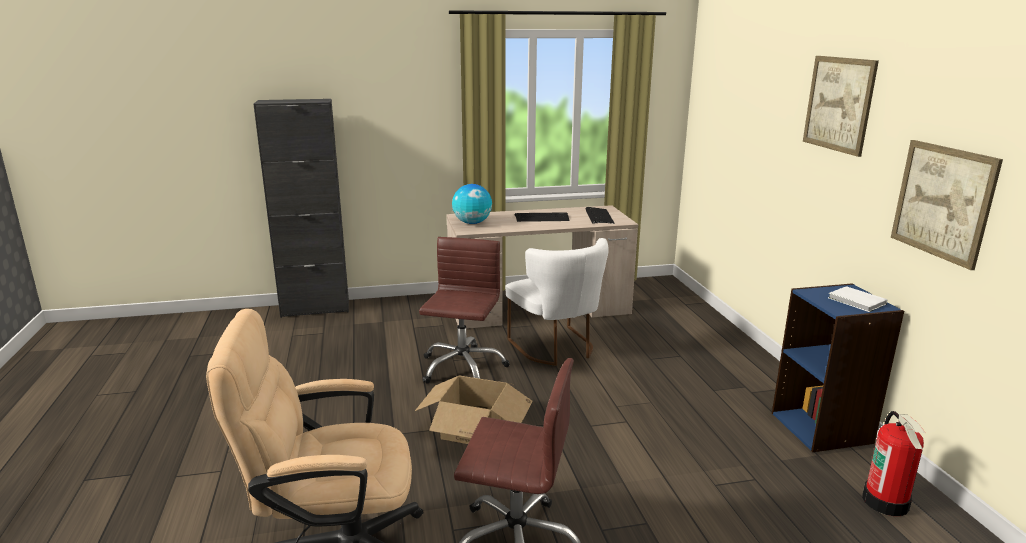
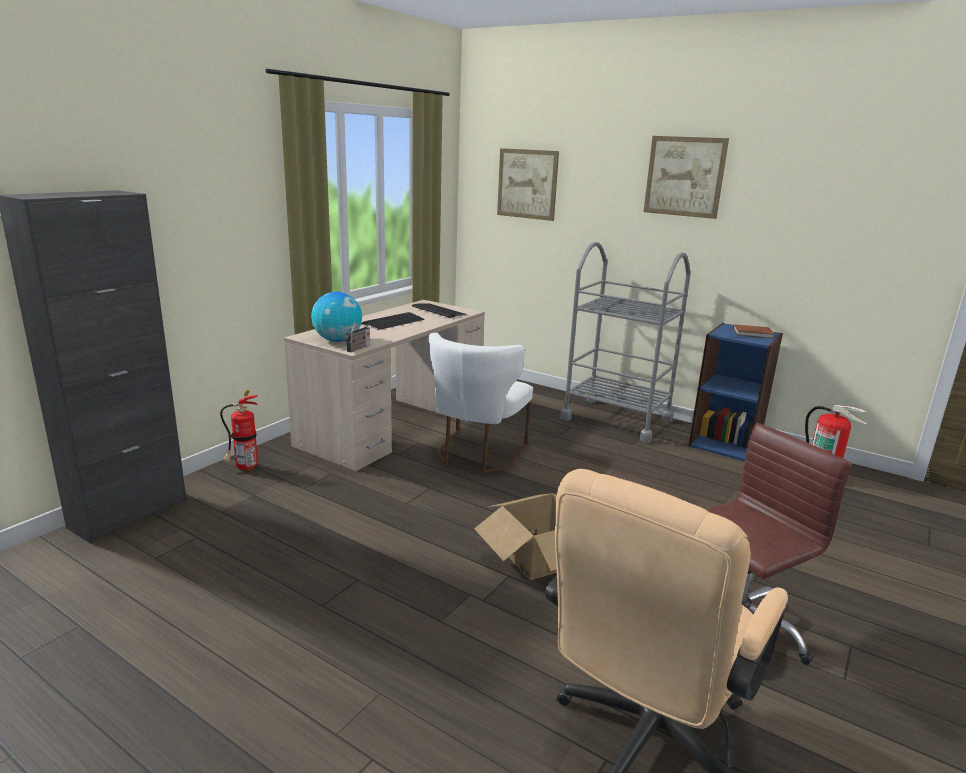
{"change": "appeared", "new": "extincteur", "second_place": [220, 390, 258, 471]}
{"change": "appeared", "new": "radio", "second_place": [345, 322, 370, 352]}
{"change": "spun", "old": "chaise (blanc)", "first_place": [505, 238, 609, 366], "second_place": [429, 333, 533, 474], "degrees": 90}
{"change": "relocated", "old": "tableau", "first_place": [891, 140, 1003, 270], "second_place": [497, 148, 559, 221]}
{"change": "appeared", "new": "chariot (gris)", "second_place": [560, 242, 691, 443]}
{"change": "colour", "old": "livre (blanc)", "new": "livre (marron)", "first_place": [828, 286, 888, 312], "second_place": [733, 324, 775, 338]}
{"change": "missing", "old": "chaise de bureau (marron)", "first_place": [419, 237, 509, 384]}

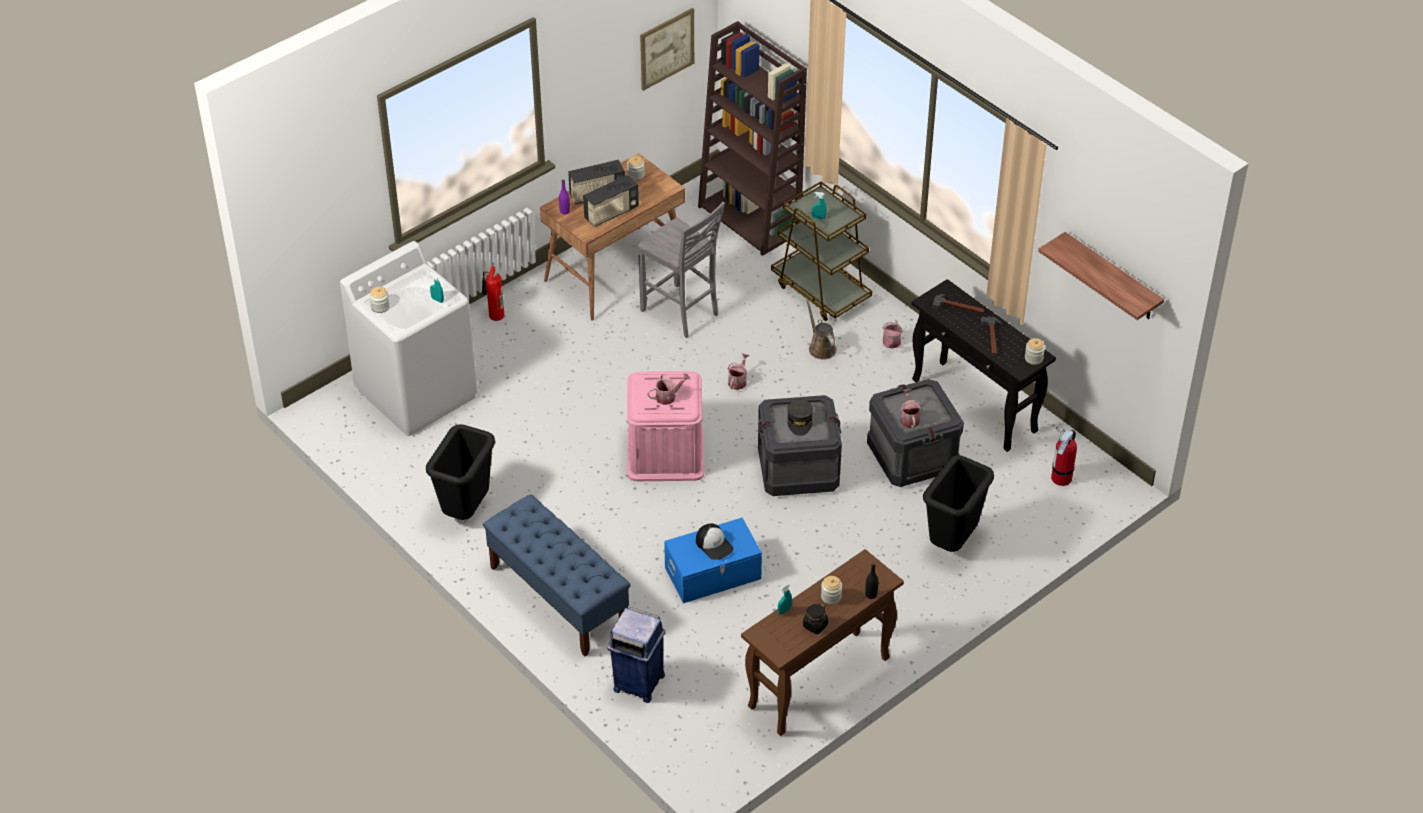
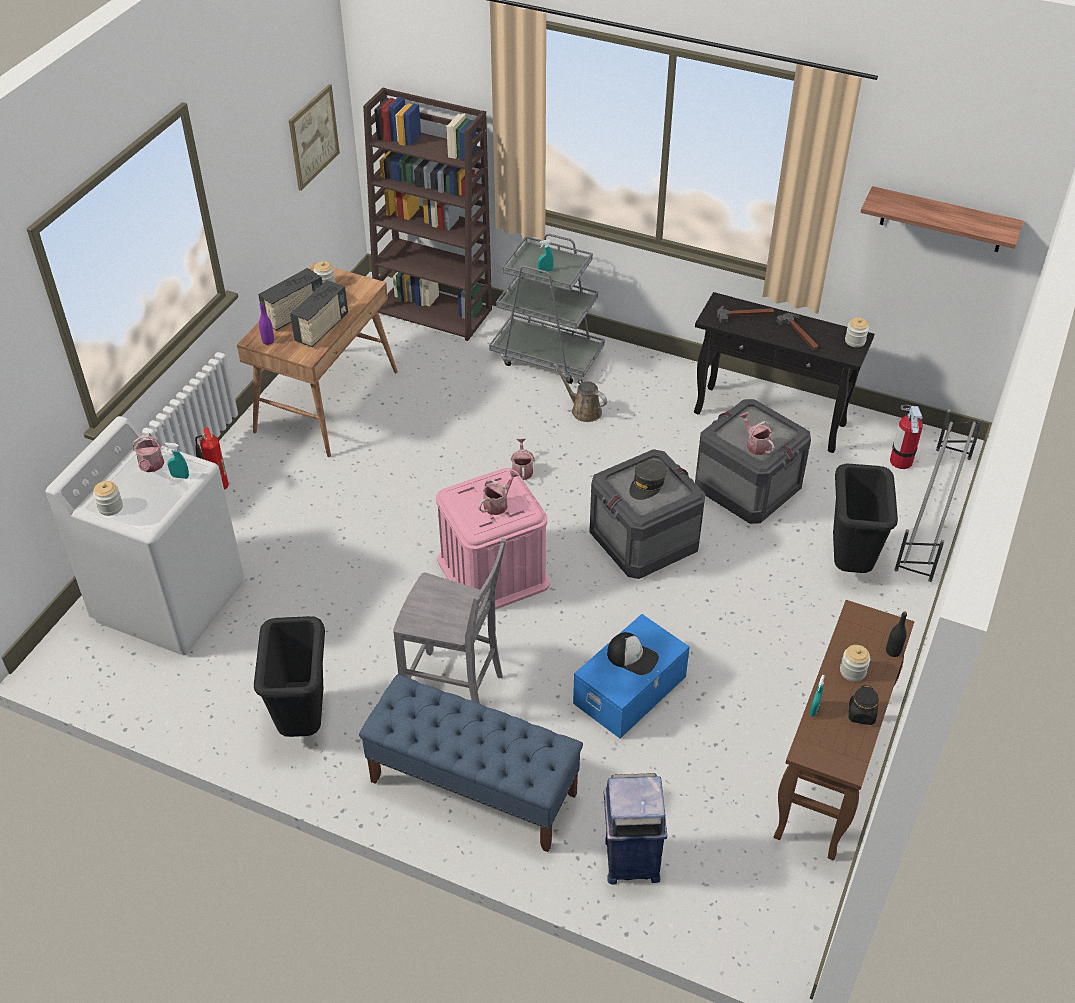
{"change": "relocated", "old": "arrosoir", "first_place": [882, 320, 903, 349], "second_place": [133, 433, 165, 472]}
{"change": "relocated", "old": "chaise (gris)", "first_place": [638, 202, 725, 338], "second_place": [393, 538, 506, 704]}
{"change": "colour", "old": "chariot (marron)", "new": "chariot (gris)", "first_place": [771, 181, 872, 321], "second_place": [489, 234, 605, 384]}
{"change": "spun", "old": "casquette (gris)", "first_place": [787, 399, 813, 436], "second_place": [629, 460, 667, 500], "degrees": 60}
{"change": "appeared", "new": "étagère à chaussures (gris)", "second_place": [894, 409, 983, 582]}

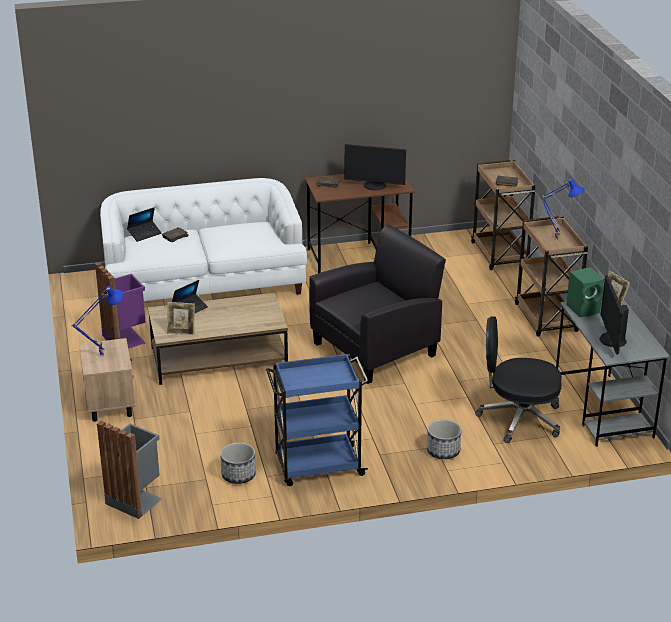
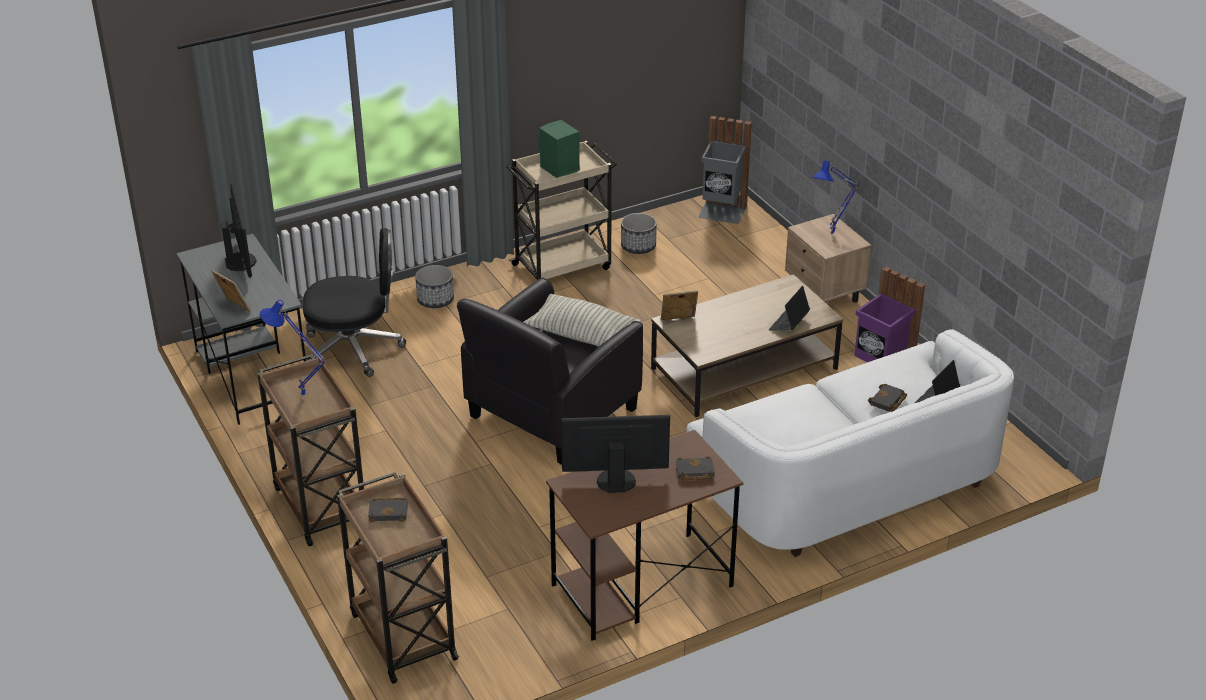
{"change": "colour", "old": "chariot (bleu)", "new": "chariot (beige)", "first_place": [266, 353, 369, 486], "second_place": [506, 141, 617, 285]}
{"change": "appeared", "new": "coussin", "second_place": [524, 294, 641, 347]}
{"change": "relocated", "old": "enceinte (vert)", "first_place": [566, 267, 604, 317], "second_place": [538, 120, 580, 178]}
{"change": "relocated", "old": "cadre photo", "first_place": [167, 302, 195, 335], "second_place": [661, 290, 698, 320]}

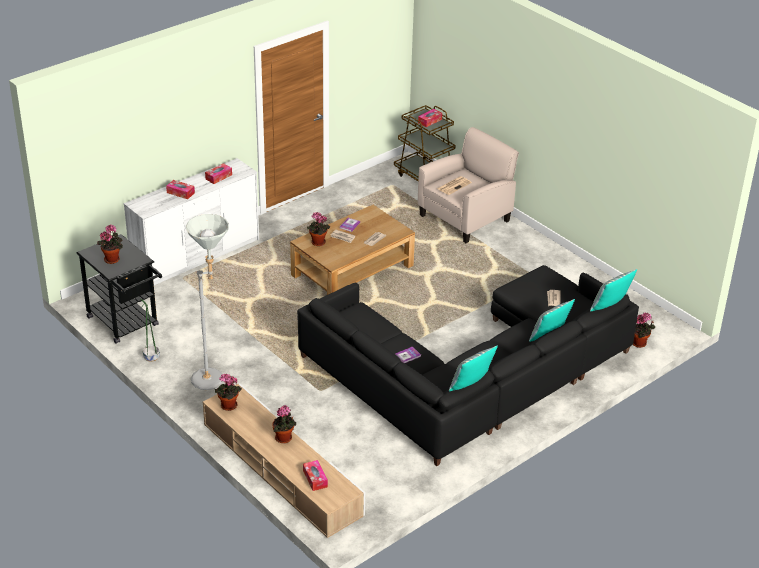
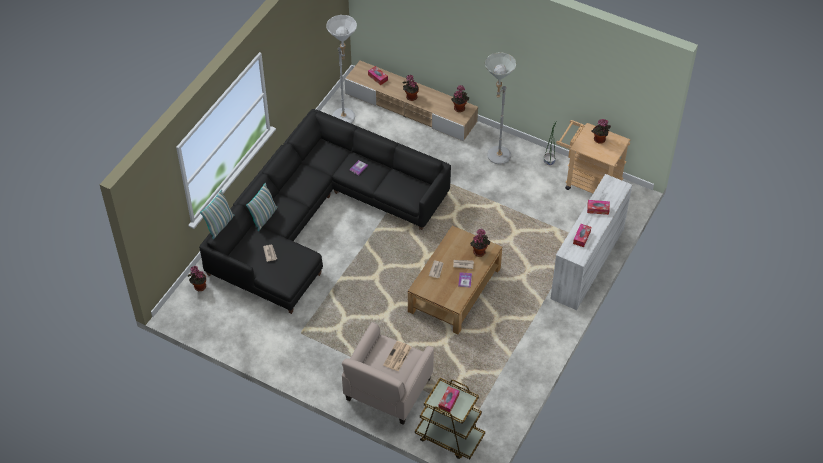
{"change": "appeared", "new": "lampadaire (blanc)", "second_place": [326, 15, 357, 123]}
{"change": "colour", "old": "chariot (noir)", "new": "chariot (beige)", "first_place": [76, 234, 162, 344], "second_place": [556, 120, 631, 193]}
{"change": "missing", "old": "coussin", "first_place": [449, 346, 498, 391]}

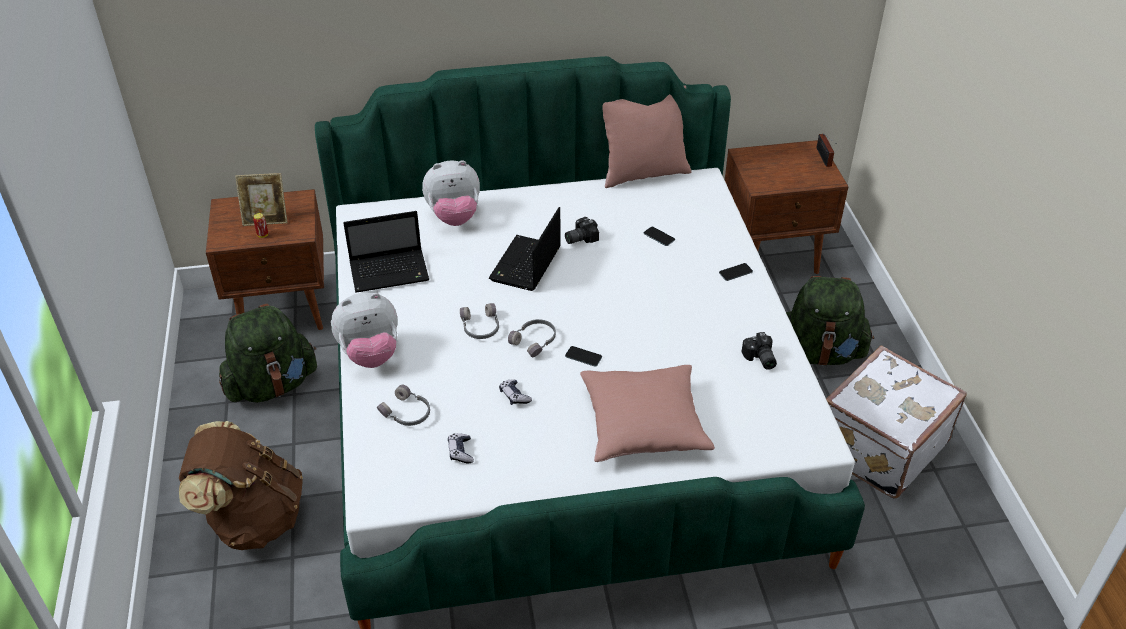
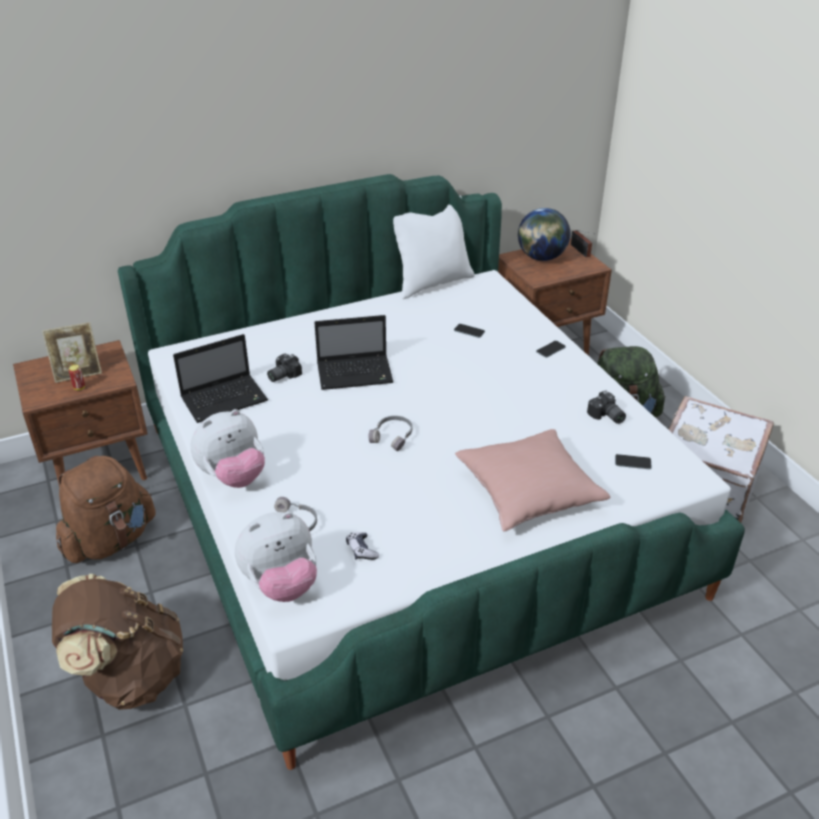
{"change": "colour", "old": "sac à dos (vert)", "new": "sac à dos (marron)", "first_place": [219, 304, 317, 403], "second_place": [56, 455, 156, 563]}
{"change": "relocated", "old": "peluche", "first_place": [422, 160, 480, 226], "second_place": [235, 512, 317, 602]}
{"change": "relocated", "old": "appareil photo", "first_place": [565, 217, 599, 244], "second_place": [267, 354, 302, 382]}
{"change": "spun", "old": "ordinateur portable", "first_place": [489, 207, 561, 291], "second_place": [314, 315, 393, 390], "degrees": -105}
{"change": "colour", "old": "coussin (rose)", "new": "coussin (blanc)", "first_place": [602, 86, 691, 188], "second_place": [393, 196, 475, 299]}
{"change": "appeared", "new": "globe", "second_place": [518, 208, 570, 261]}
{"change": "relocated", "old": "téléphone", "first_place": [565, 346, 602, 367], "second_place": [615, 454, 652, 469]}
{"change": "missing", "old": "casque audio (gris)", "first_place": [460, 303, 499, 339]}
{"change": "missing", "old": "manette", "first_place": [499, 379, 532, 405]}

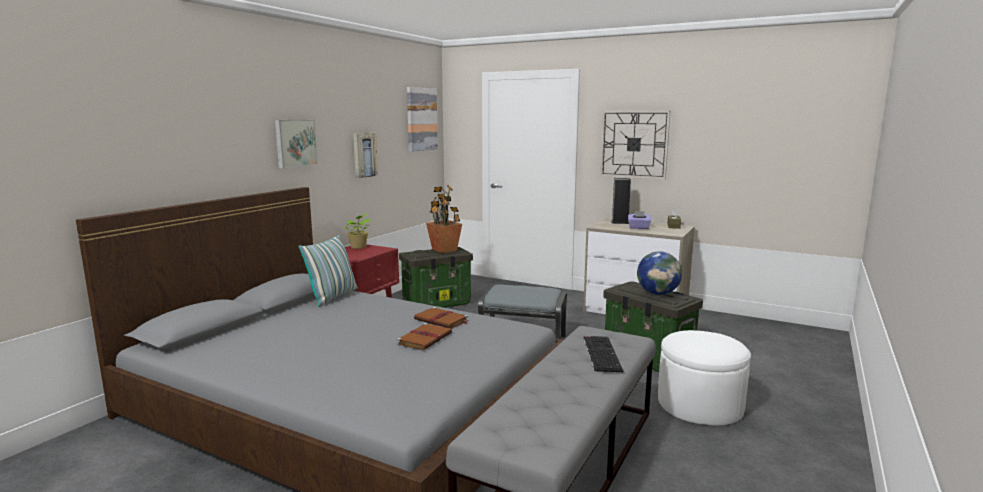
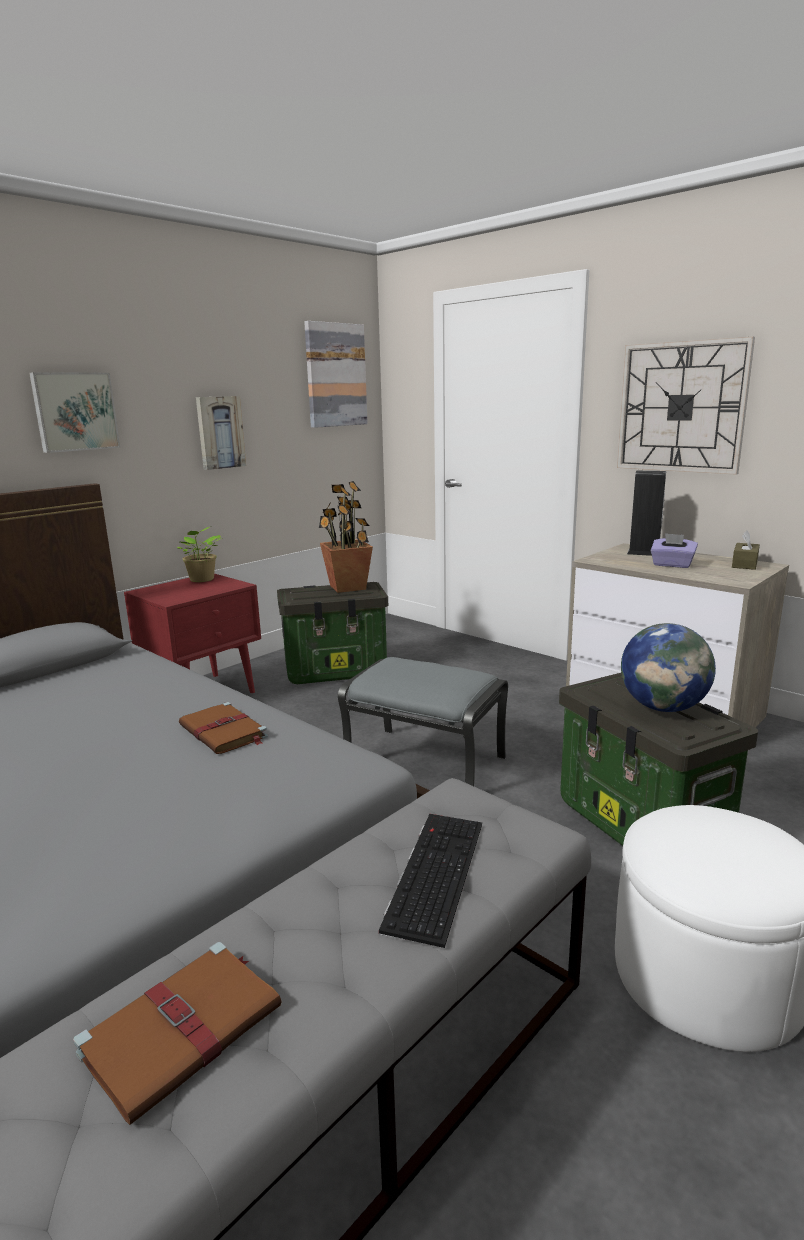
{"change": "relocated", "old": "livre (marron)", "first_place": [396, 323, 452, 350], "second_place": [73, 942, 282, 1125]}
{"change": "missing", "old": "coussin", "first_place": [299, 235, 358, 307]}

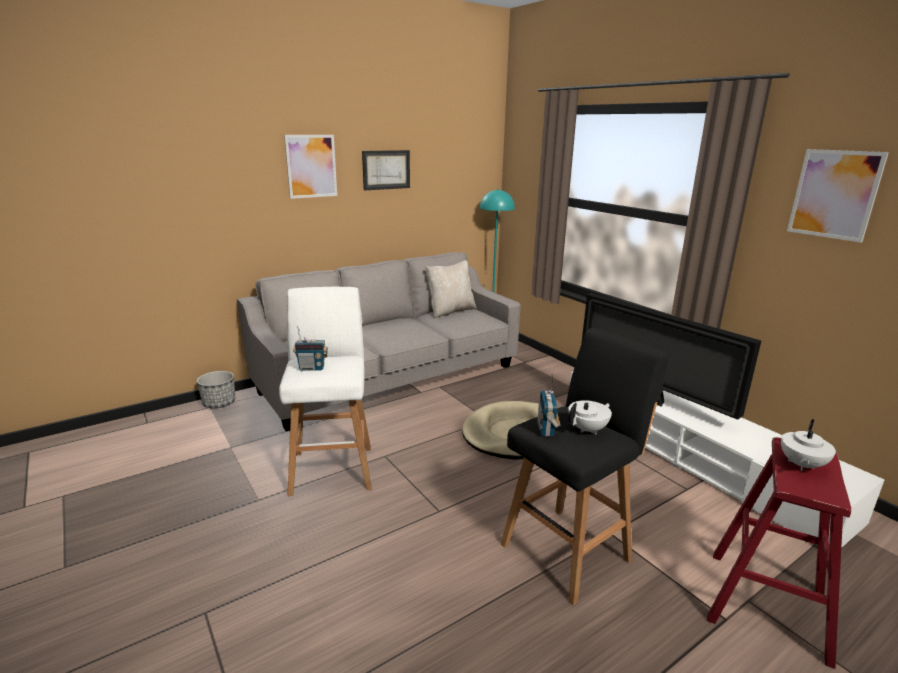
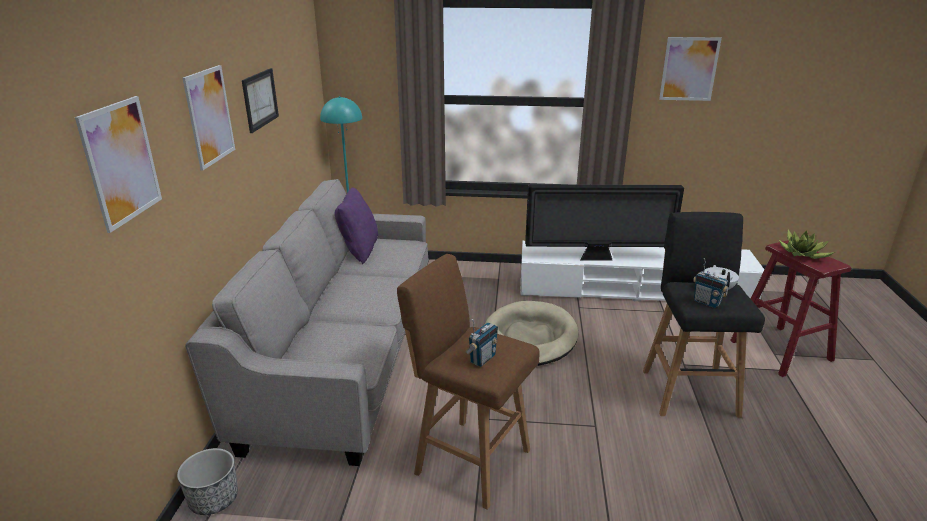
{"change": "appeared", "new": "tableau", "second_place": [75, 96, 162, 233]}
{"change": "colour", "old": "coussin (beige)", "new": "coussin (violet)", "first_place": [425, 260, 476, 318], "second_place": [335, 187, 378, 264]}
{"change": "colour", "old": "tabouret (blanc)", "new": "tabouret (marron)", "first_place": [279, 287, 372, 496], "second_place": [397, 254, 540, 510]}
{"change": "exchanged", "old": "théière (blanc)", "new": "plante en pot", "first_place": [781, 419, 836, 471], "second_place": [779, 229, 835, 259]}

